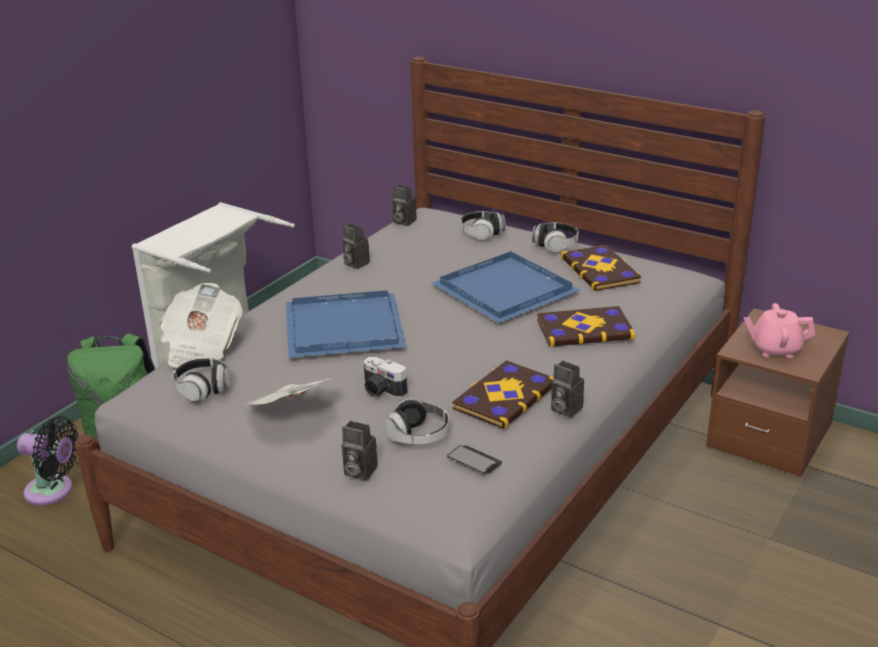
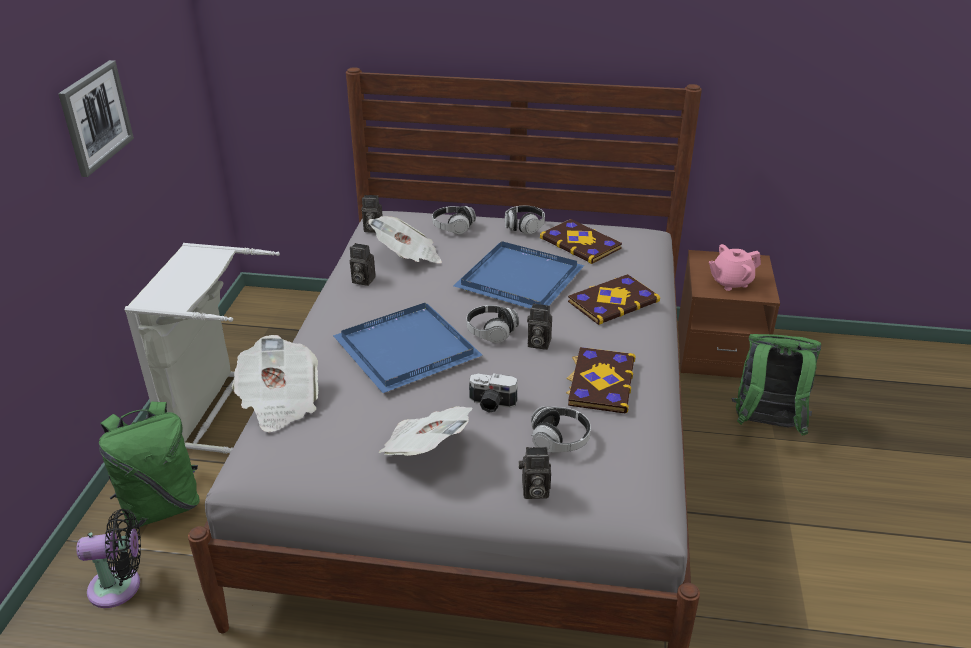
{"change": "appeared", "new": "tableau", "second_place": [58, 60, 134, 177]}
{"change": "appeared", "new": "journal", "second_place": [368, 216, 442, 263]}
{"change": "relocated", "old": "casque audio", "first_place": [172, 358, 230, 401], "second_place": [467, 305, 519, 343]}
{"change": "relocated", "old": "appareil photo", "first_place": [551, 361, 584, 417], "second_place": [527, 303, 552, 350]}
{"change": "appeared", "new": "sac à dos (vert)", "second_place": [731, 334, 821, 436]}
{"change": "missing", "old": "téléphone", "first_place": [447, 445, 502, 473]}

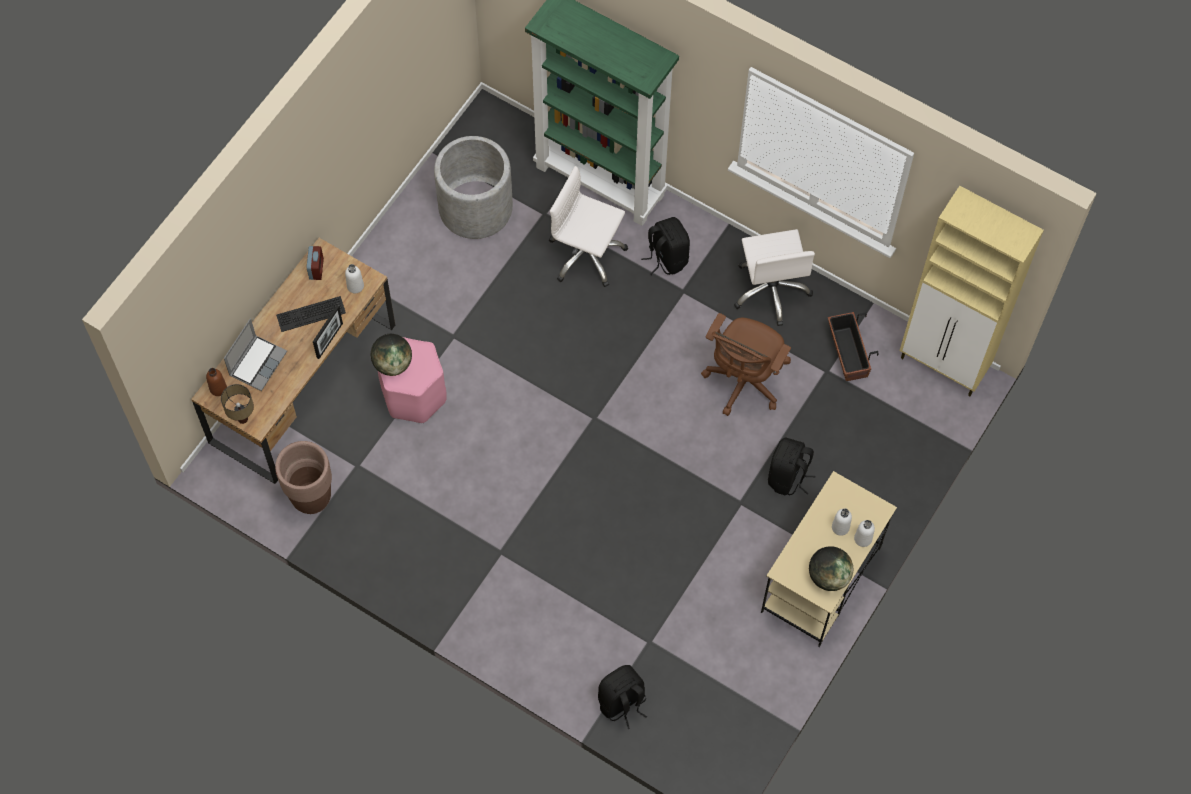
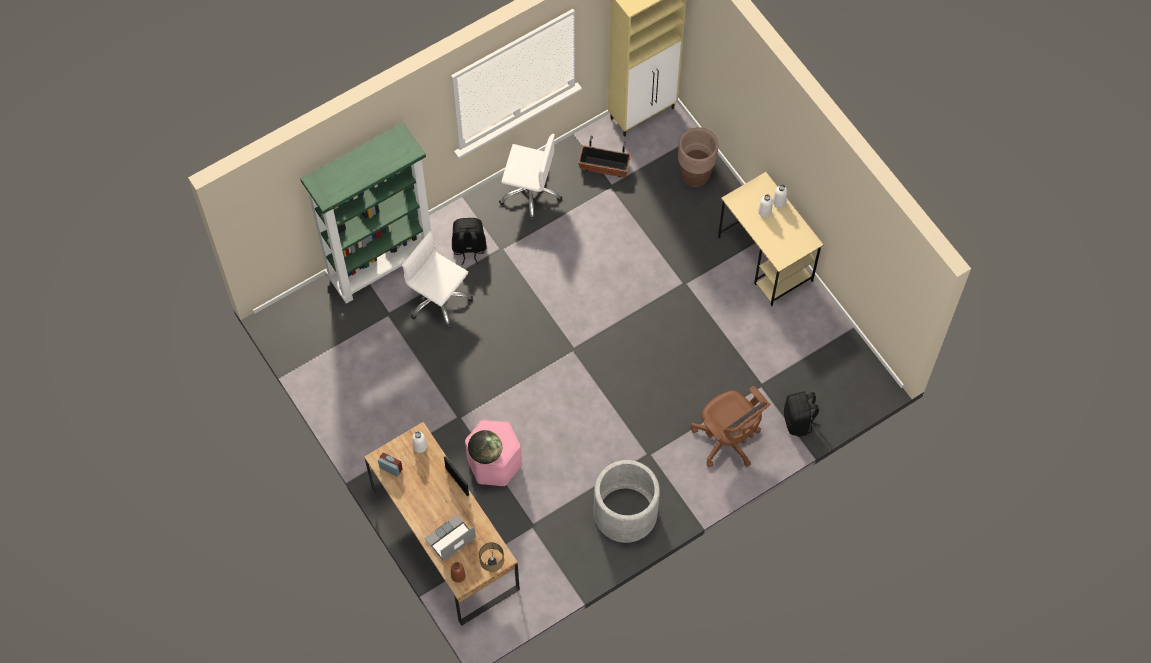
{"change": "spun", "old": "chaise de bureau (blanc)", "first_place": [549, 166, 628, 287], "second_place": [402, 231, 473, 329], "degrees": 75}
{"change": "spun", "old": "ordinateur portable", "first_place": [224, 319, 287, 391], "second_place": [424, 514, 476, 562], "degrees": -90}
{"change": "relocated", "old": "cache-pot (gris)", "first_place": [434, 136, 513, 239], "second_place": [594, 460, 660, 543]}
{"change": "relocated", "old": "cache-pot (marron)", "first_place": [275, 441, 332, 514], "second_place": [678, 127, 718, 187]}
{"change": "relocated", "old": "chaise de bureau (marron)", "first_place": [701, 313, 791, 416], "second_place": [691, 386, 770, 467]}
{"change": "missing", "old": "clavier", "first_place": [276, 296, 346, 332]}
{"change": "missing", "old": "sac à dos (noir)", "first_place": [768, 437, 816, 495]}
{"change": "missing", "old": "globe", "first_place": [809, 546, 853, 591]}

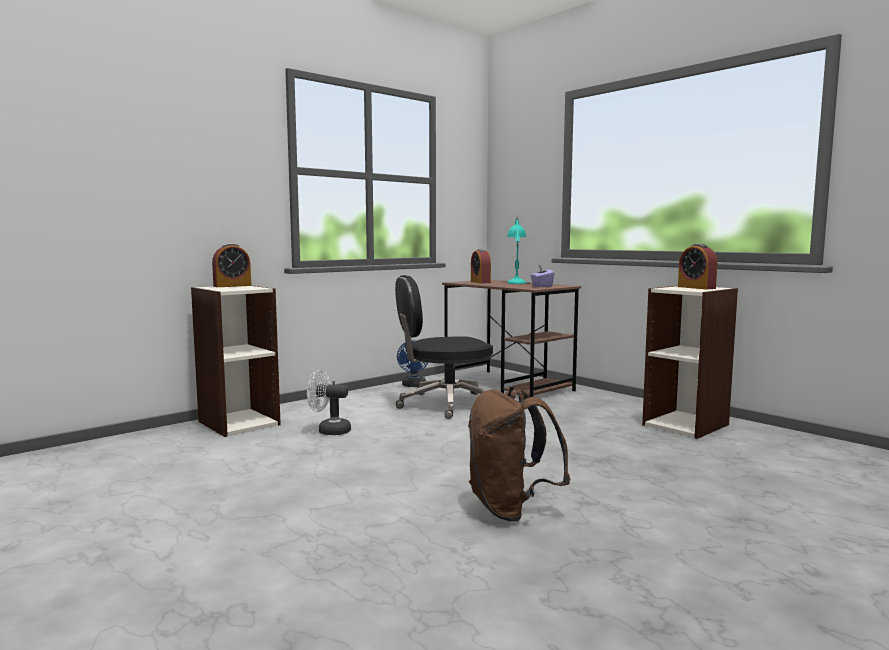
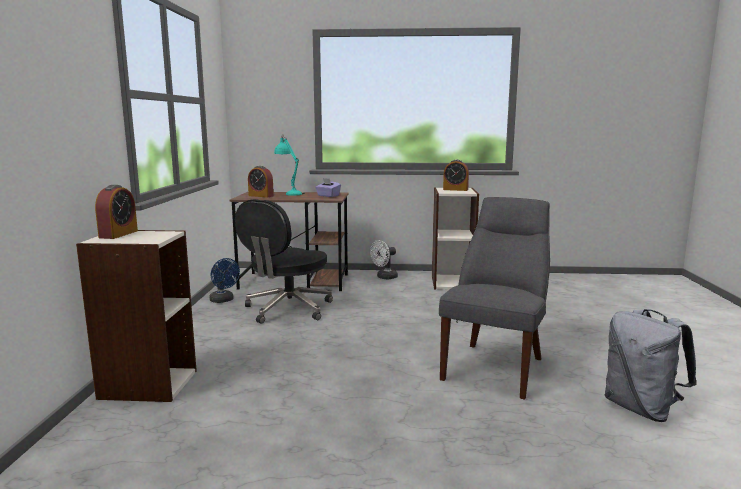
{"change": "relocated", "old": "ventilateur (blanc)", "first_place": [307, 370, 351, 435], "second_place": [370, 240, 398, 279]}
{"change": "exchanged", "old": "sac à dos (marron)", "new": "chaise (gris)", "first_place": [468, 387, 570, 522], "second_place": [439, 197, 550, 399]}
{"change": "appeared", "new": "sac à dos (gris)", "second_place": [605, 309, 697, 422]}

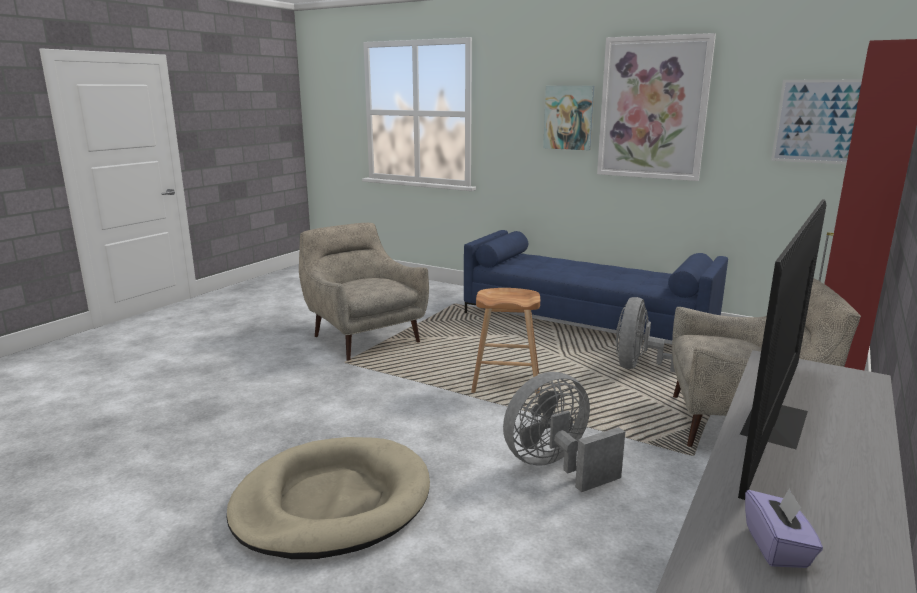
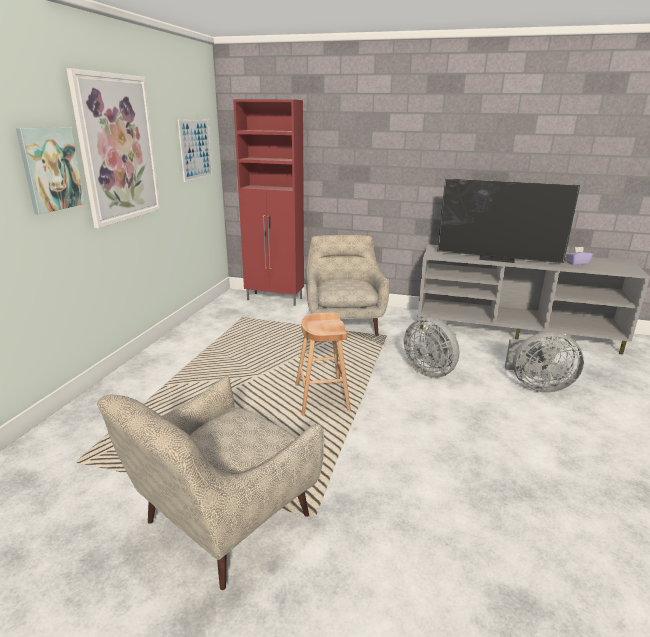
{"change": "relocated", "old": "ventilateur (gris)", "first_place": [616, 297, 675, 372], "second_place": [505, 332, 584, 393]}
{"change": "missing", "old": "panier pour chien (beige)", "first_place": [227, 437, 430, 559]}
{"change": "missing", "old": "canapé (bleu)", "first_place": [464, 230, 728, 340]}

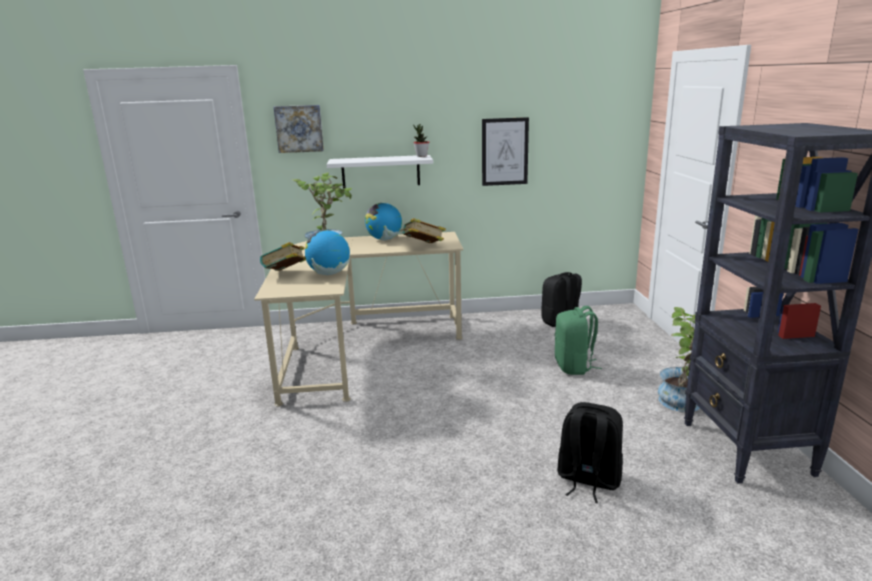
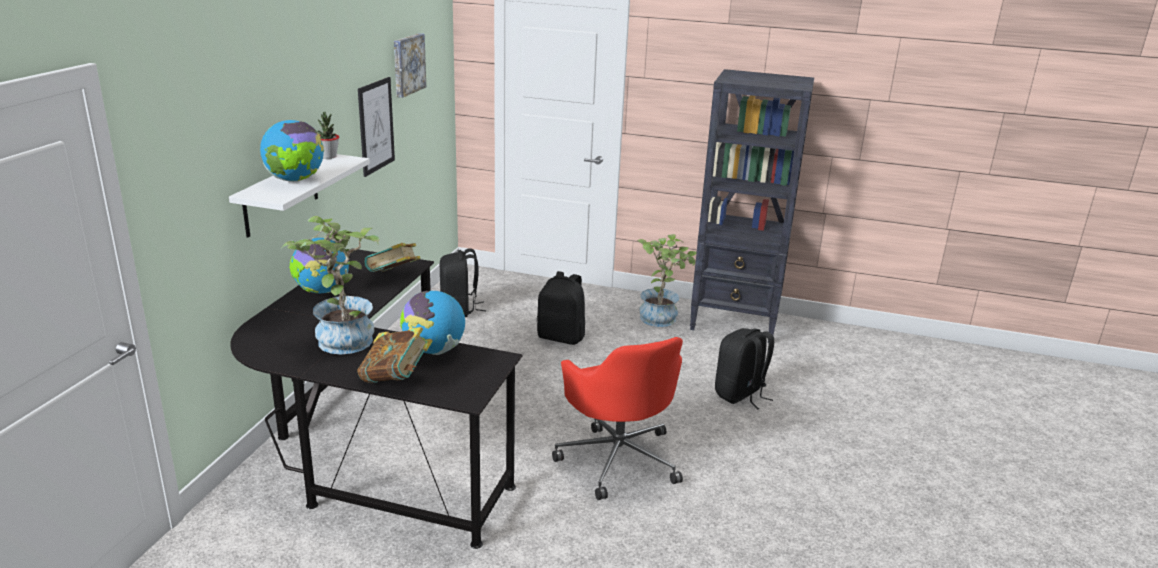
{"change": "colour", "old": "bureau (beige)", "new": "bureau (noir)", "first_place": [254, 232, 463, 407], "second_place": [230, 248, 522, 549]}
{"change": "appeared", "new": "globe", "second_place": [260, 120, 324, 182]}
{"change": "relocated", "old": "tableau", "first_place": [274, 105, 324, 153], "second_place": [394, 33, 426, 98]}
{"change": "colour", "old": "sac à dos (vert)", "new": "sac à dos (noir)", "first_place": [554, 306, 602, 375], "second_place": [537, 271, 585, 345]}
{"change": "appeared", "new": "chaise de bureau (rouge)", "second_place": [552, 337, 683, 500]}

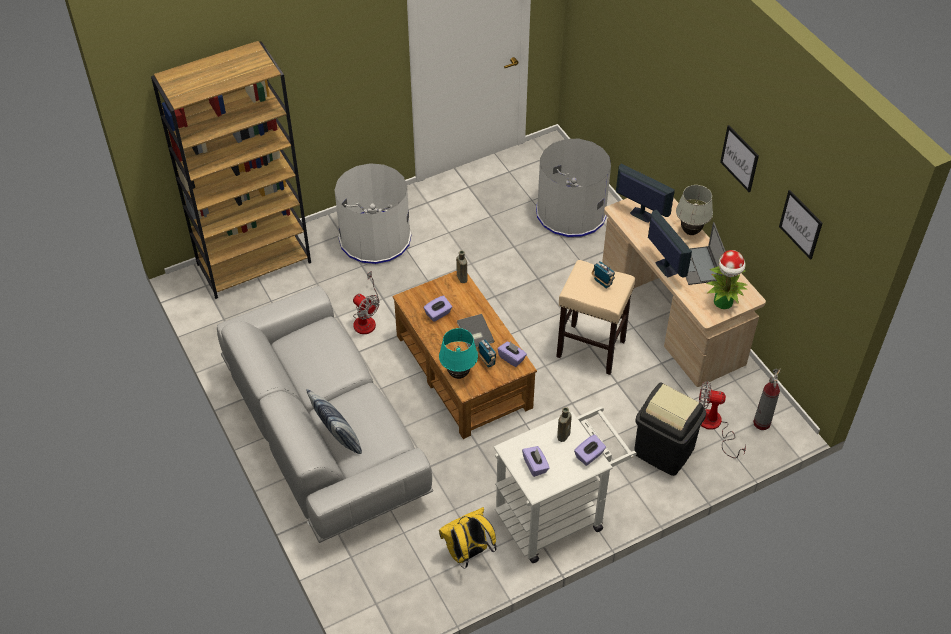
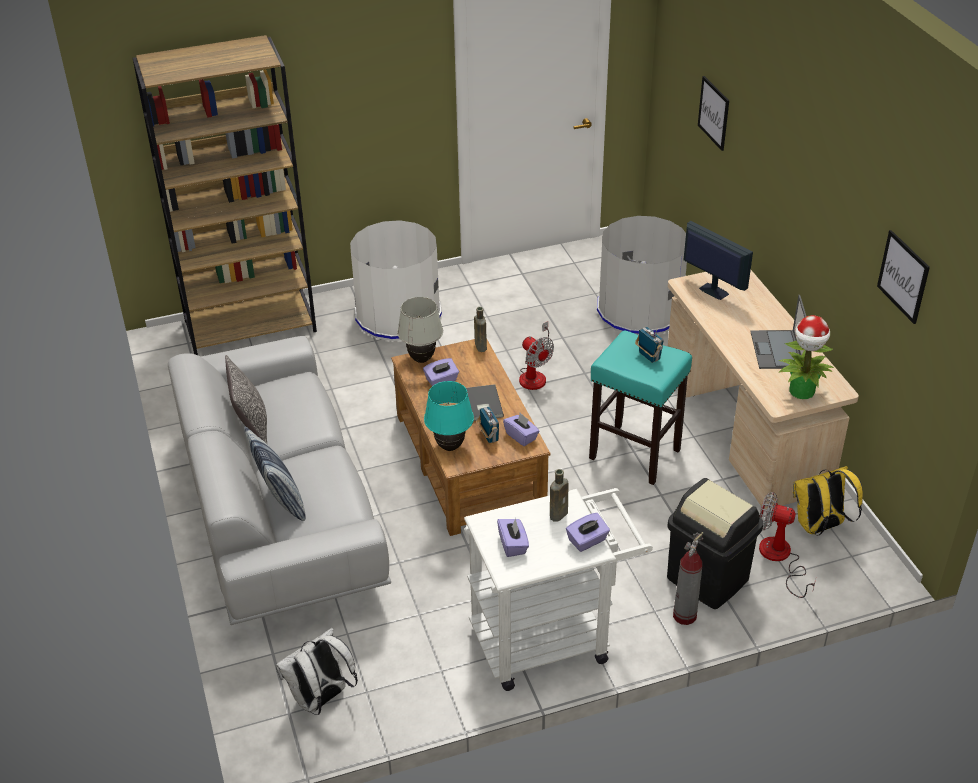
{"change": "appeared", "new": "coussin", "second_place": [225, 355, 267, 443]}
{"change": "appeared", "new": "sac à dos (blanc)", "second_place": [276, 628, 358, 715]}
{"change": "relocated", "old": "lampe de table (blanc)", "first_place": [676, 185, 713, 235], "second_place": [397, 297, 443, 363]}
{"change": "relocated", "old": "ventilateur", "first_place": [353, 271, 380, 334], "second_place": [519, 321, 554, 390]}
{"change": "colour", "old": "tabouret (beige)", "new": "tabouret (turquoise)", "first_place": [556, 260, 635, 375], "second_place": [589, 330, 692, 485]}
{"change": "relocated", "old": "extincteur", "first_place": [753, 368, 781, 430], "second_place": [673, 532, 704, 625]}
{"change": "relocated", "old": "tableau", "first_place": [720, 125, 759, 192], "second_place": [698, 76, 729, 151]}
{"change": "relocated", "old": "sac à dos (jaune)", "first_place": [439, 507, 497, 568], "second_place": [793, 466, 863, 535]}
{"change": "missing", "old": "écran d'ordinateur", "first_place": [648, 210, 692, 278]}

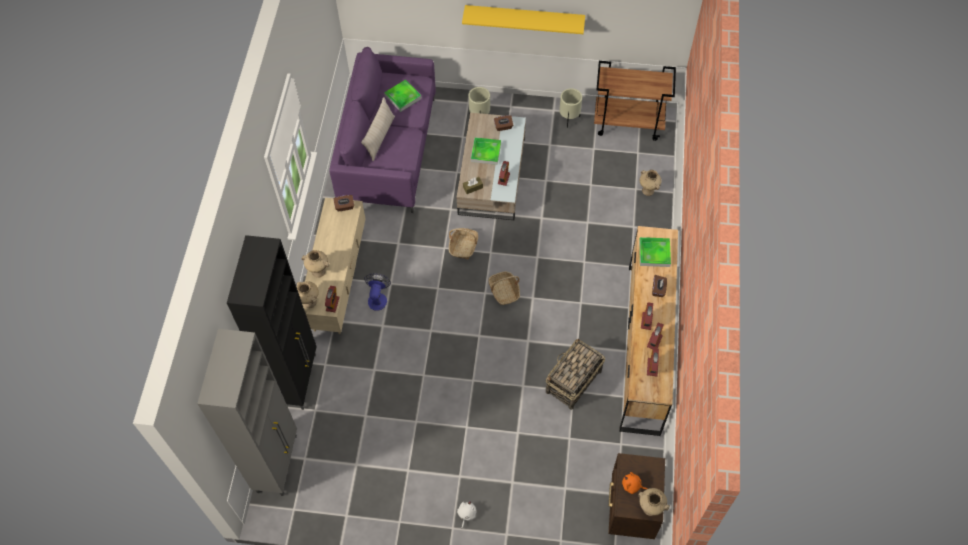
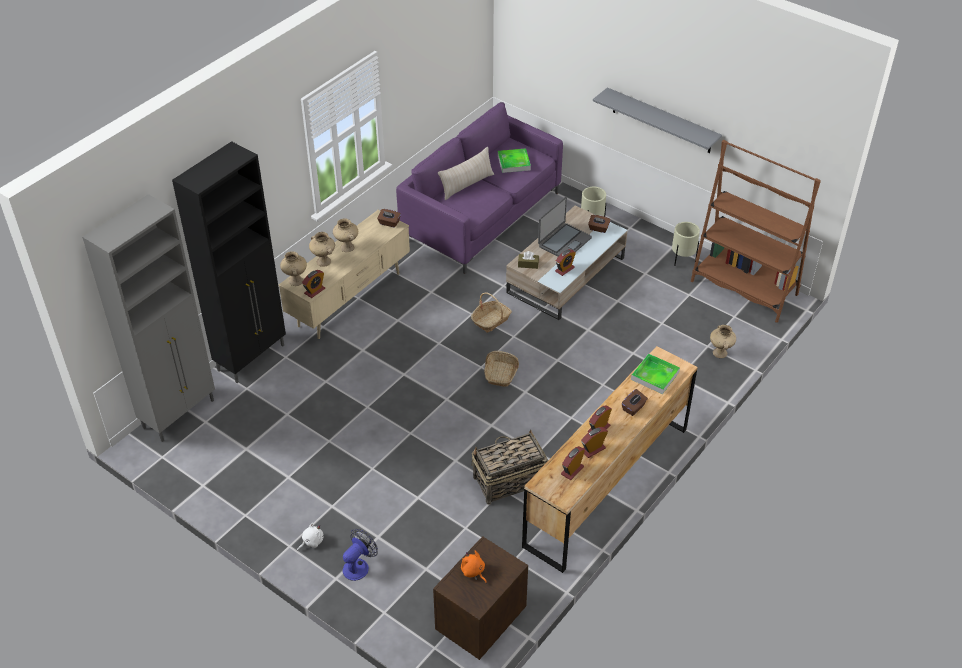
{"change": "relocated", "old": "vase (beige)", "first_place": [638, 488, 670, 516], "second_place": [333, 218, 358, 252]}
{"change": "relocated", "old": "ventilateur", "first_place": [364, 273, 391, 311], "second_place": [343, 529, 378, 581]}
{"change": "exchanged", "old": "plateau", "new": "ordinateur portable", "first_place": [471, 137, 501, 165], "second_place": [538, 197, 592, 257]}
{"change": "colour", "old": "étagère (jaune)", "new": "étagère (gris)", "first_place": [462, 5, 585, 34], "second_place": [593, 87, 722, 153]}
{"change": "exchanged", "old": "chariot (marron)", "new": "bibliothèque (marron)", "first_place": [594, 61, 676, 141], "second_place": [691, 140, 821, 323]}

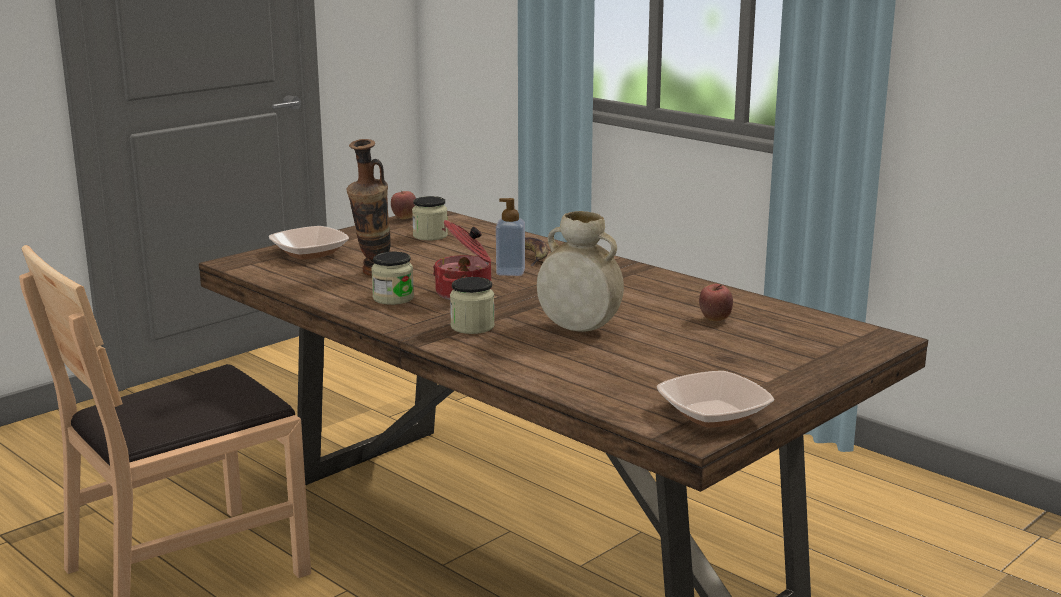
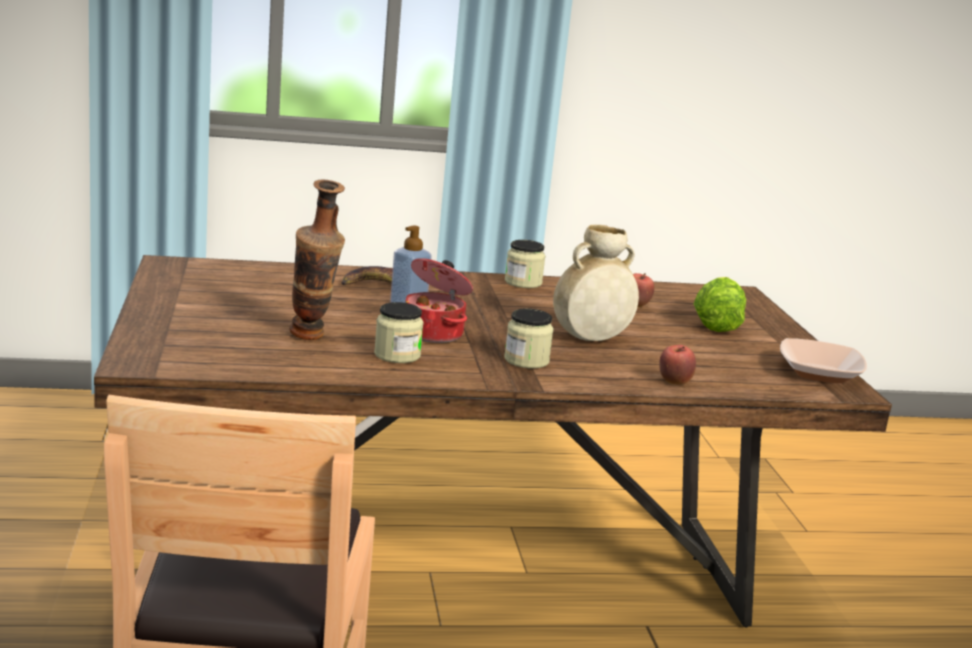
{"change": "relocated", "old": "bocal", "first_place": [412, 196, 448, 240], "second_place": [505, 240, 546, 288]}
{"change": "relocated", "old": "pomme", "first_place": [391, 191, 416, 219], "second_place": [659, 345, 696, 385]}
{"change": "appeared", "new": "laitue", "second_place": [694, 277, 746, 332]}
{"change": "missing", "old": "bol", "first_place": [269, 226, 349, 260]}

